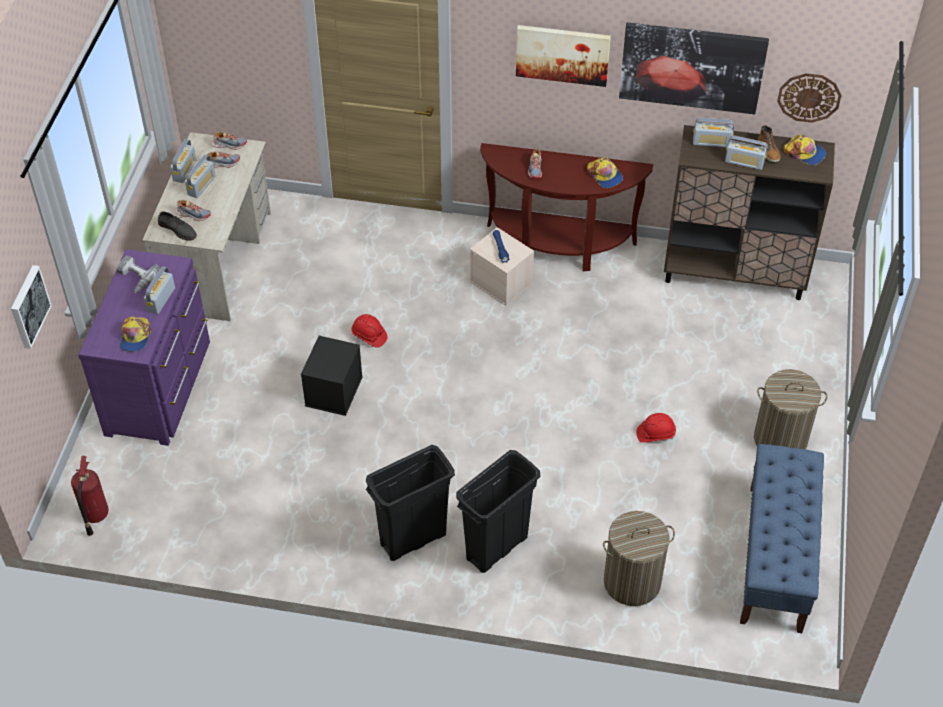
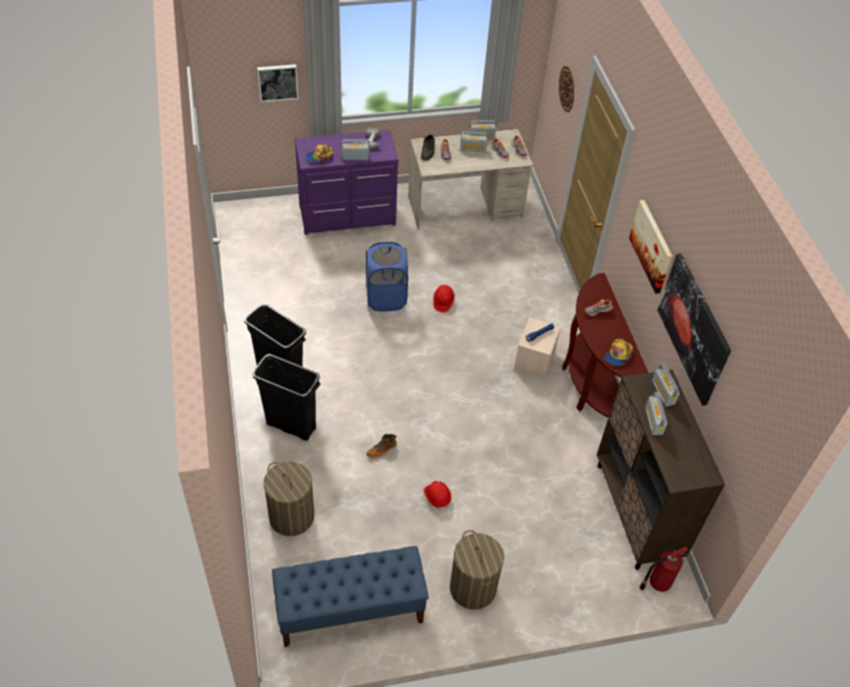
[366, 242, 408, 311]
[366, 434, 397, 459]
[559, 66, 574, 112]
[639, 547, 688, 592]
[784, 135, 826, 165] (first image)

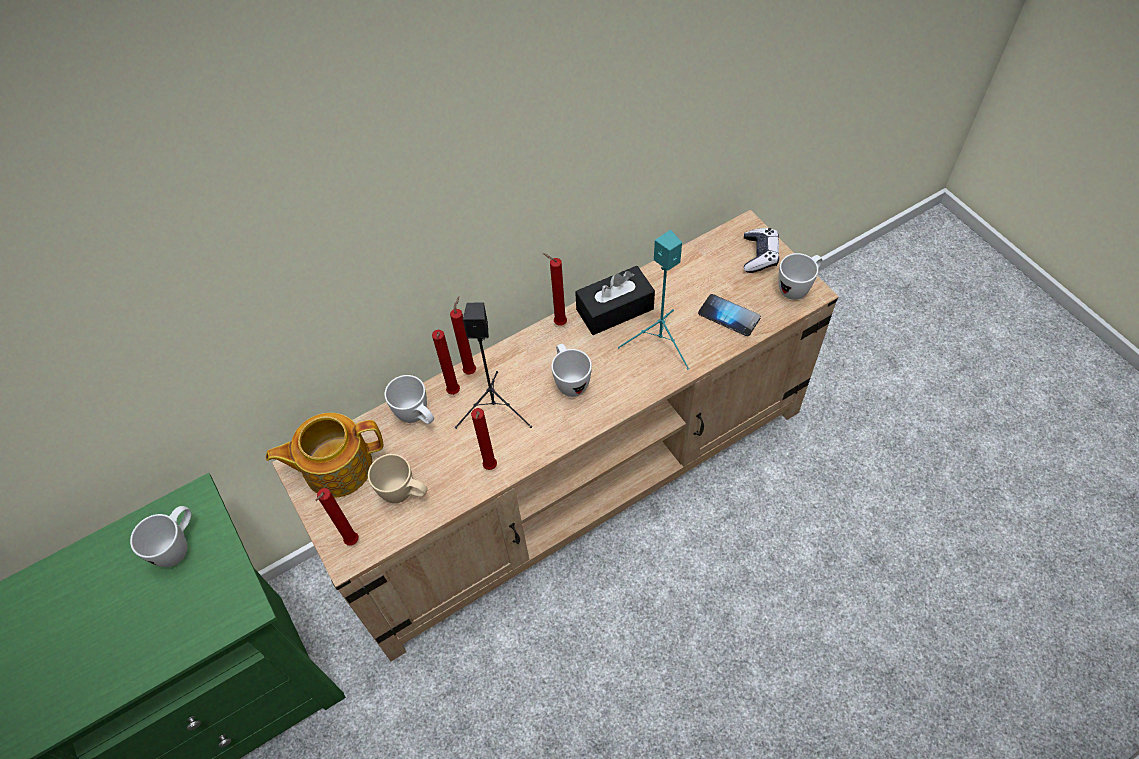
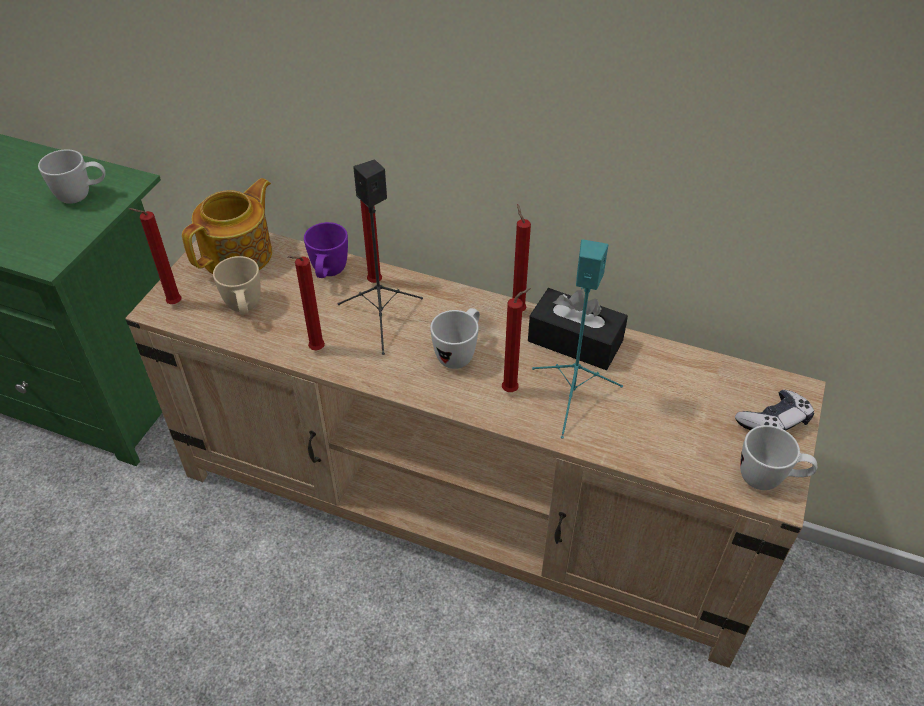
[182, 178, 272, 274]
[304, 222, 348, 278]
[502, 288, 531, 392]
[698, 294, 761, 336] (first image)

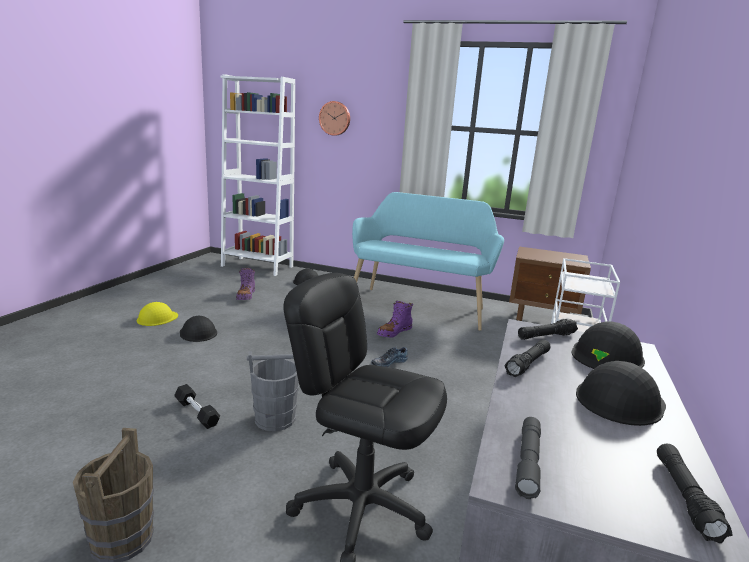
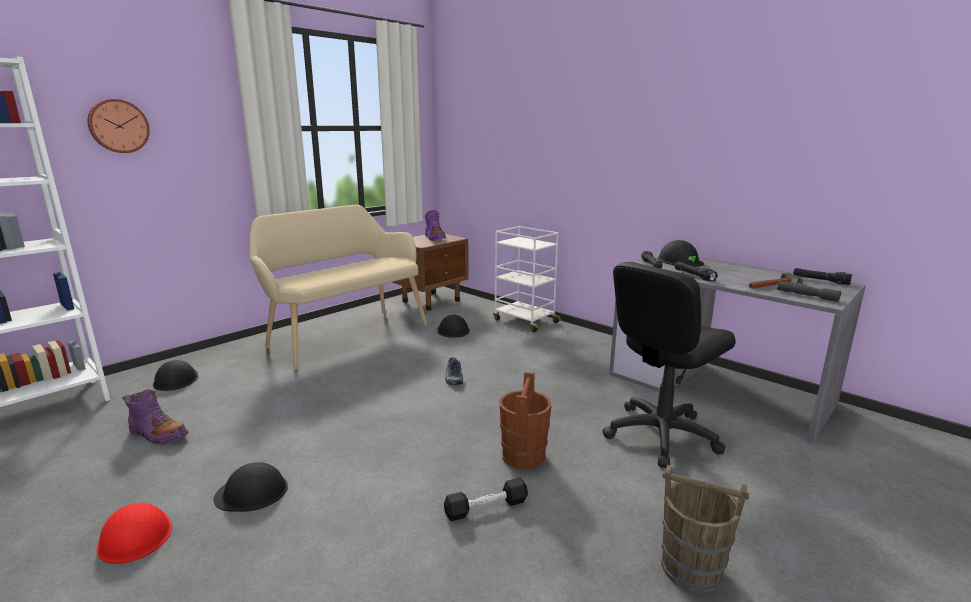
[97, 503, 172, 564]
[249, 205, 427, 370]
[424, 210, 446, 241]
[438, 315, 470, 338]
[499, 372, 552, 470]
[749, 273, 804, 289]

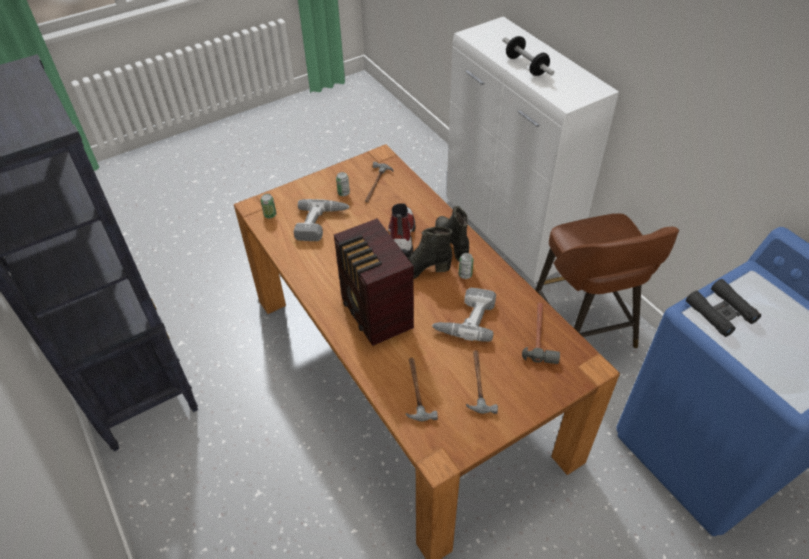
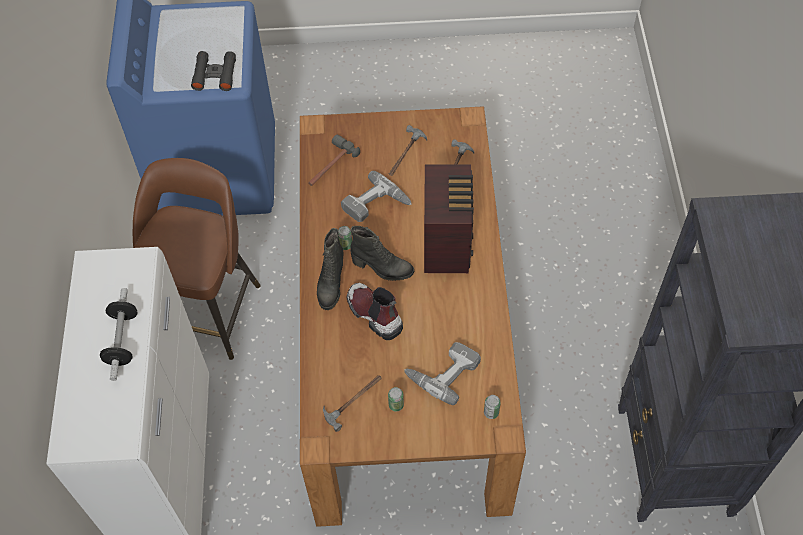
[346, 283, 403, 340]

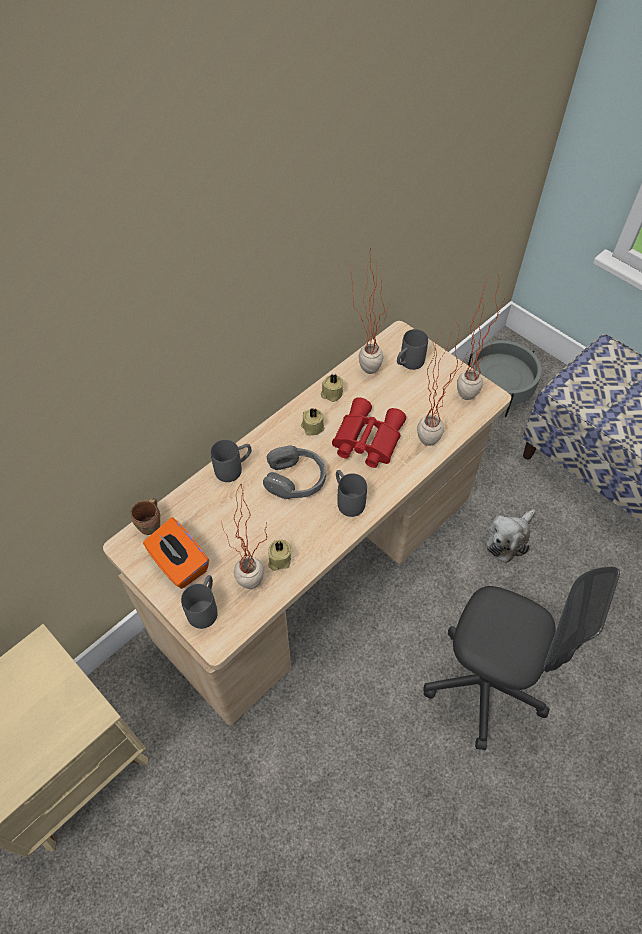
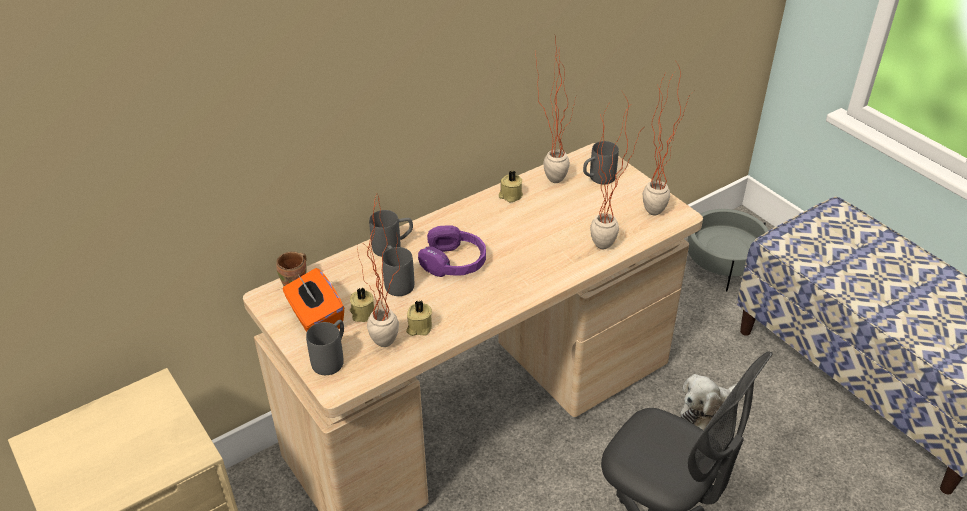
[350, 288, 374, 322]
[383, 245, 414, 296]
[418, 225, 486, 277]
[332, 397, 406, 468] (first image)

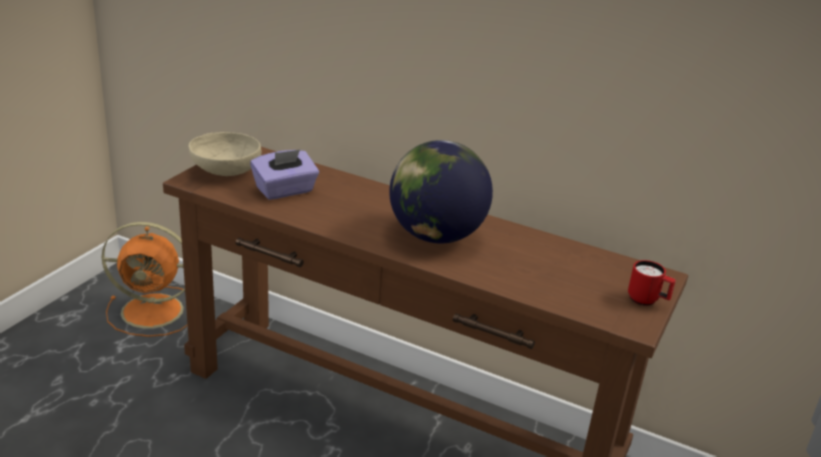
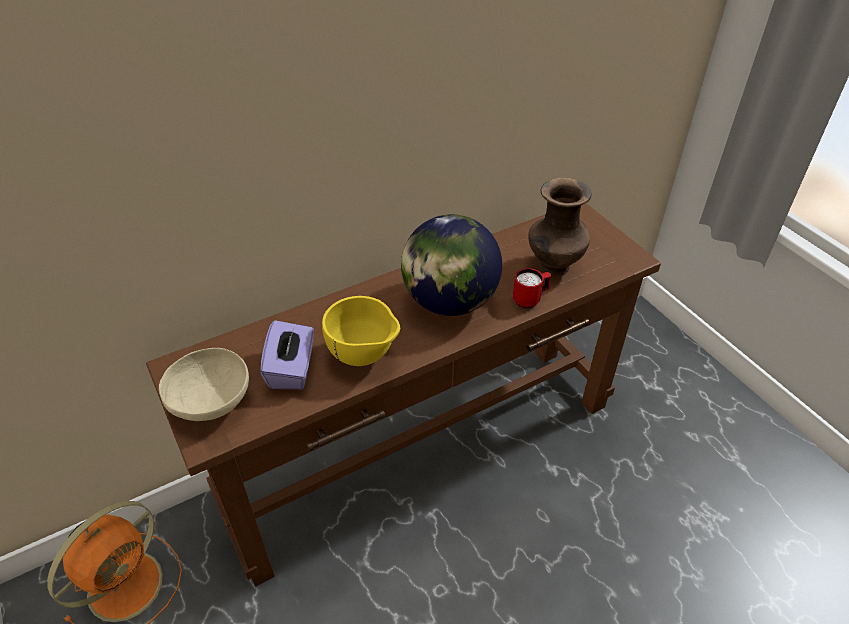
[322, 296, 400, 366]
[513, 268, 551, 308]
[528, 177, 591, 276]

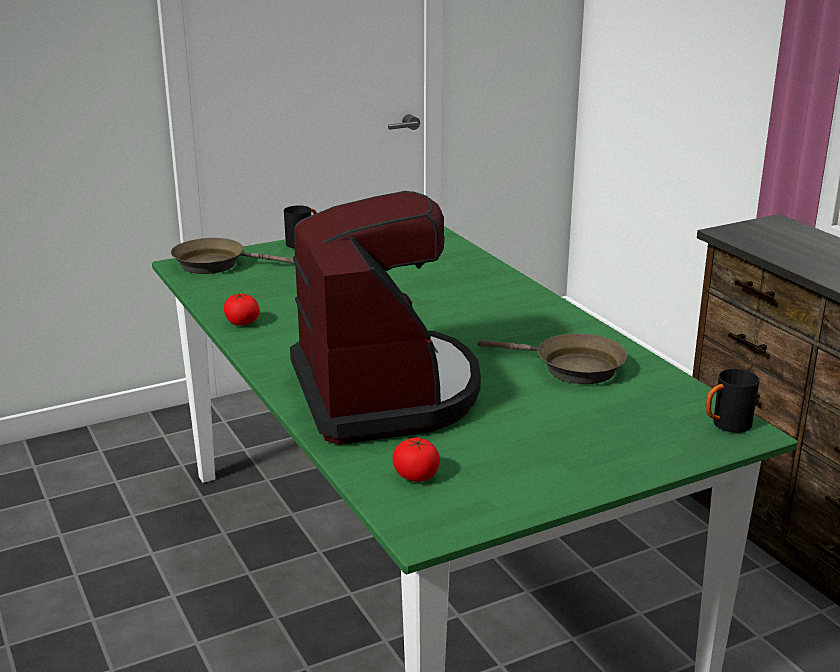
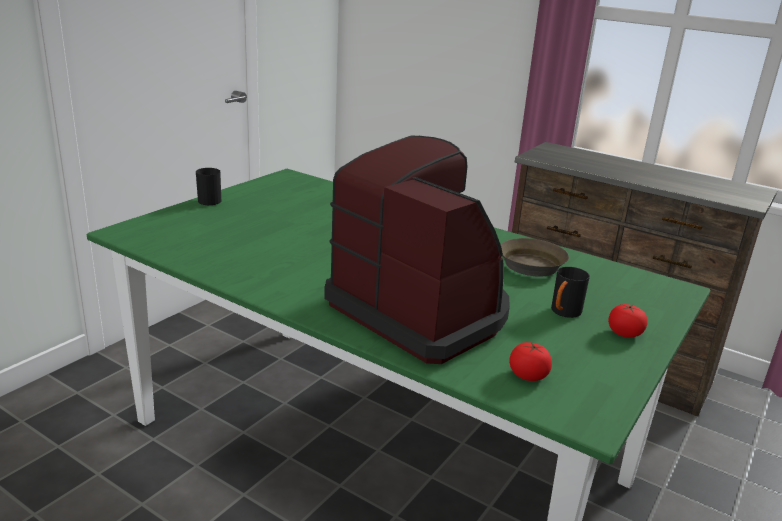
[551, 267, 590, 318]
[608, 304, 648, 338]
[171, 238, 295, 274] (first image)

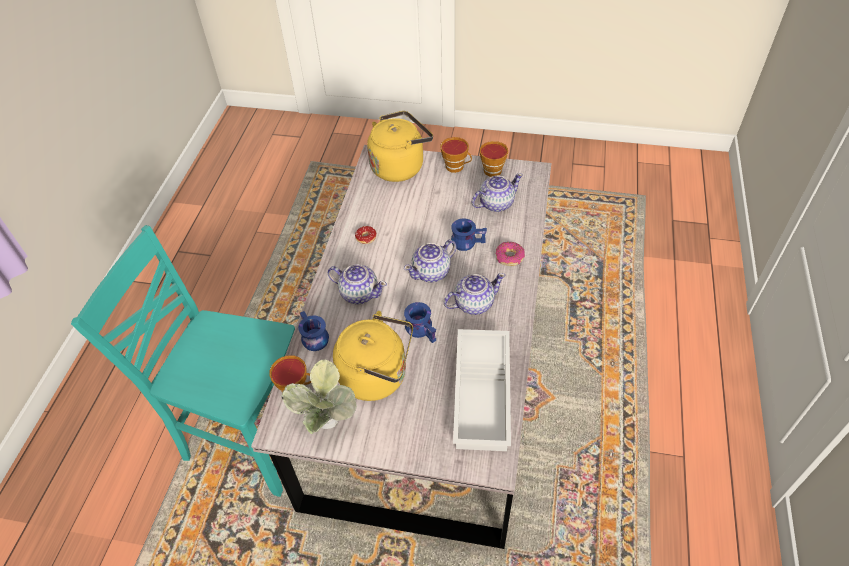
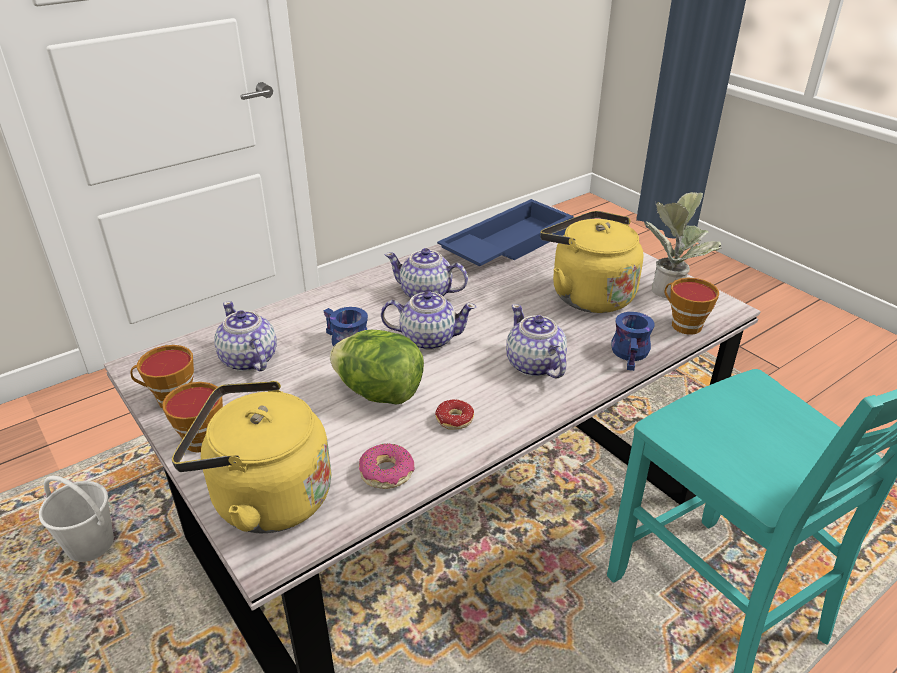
[39, 476, 114, 562]
[214, 301, 277, 372]
[330, 330, 424, 405]
[359, 444, 415, 489]
[437, 199, 574, 266]
[404, 302, 436, 343] (first image)

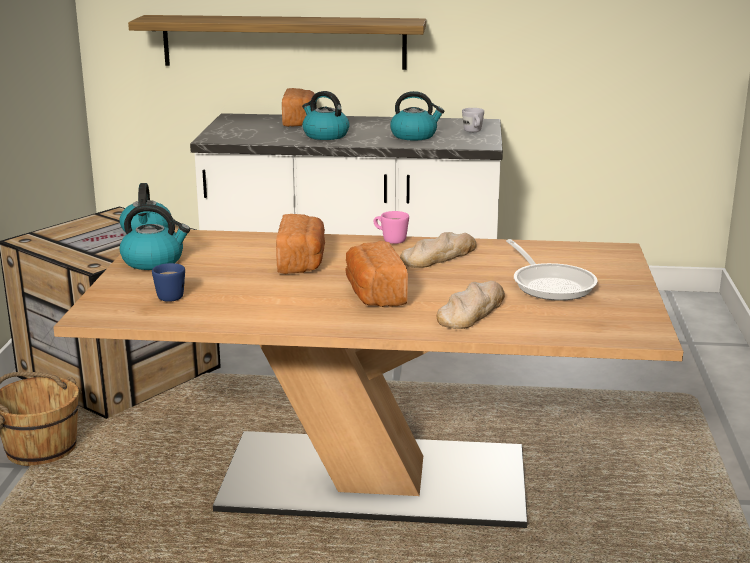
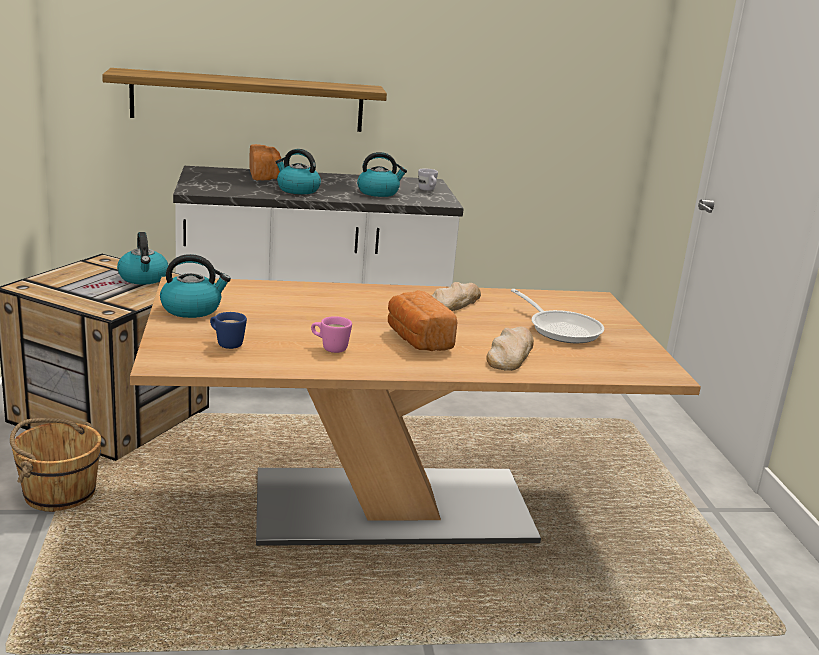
[311, 316, 352, 353]
[276, 214, 325, 274] (first image)

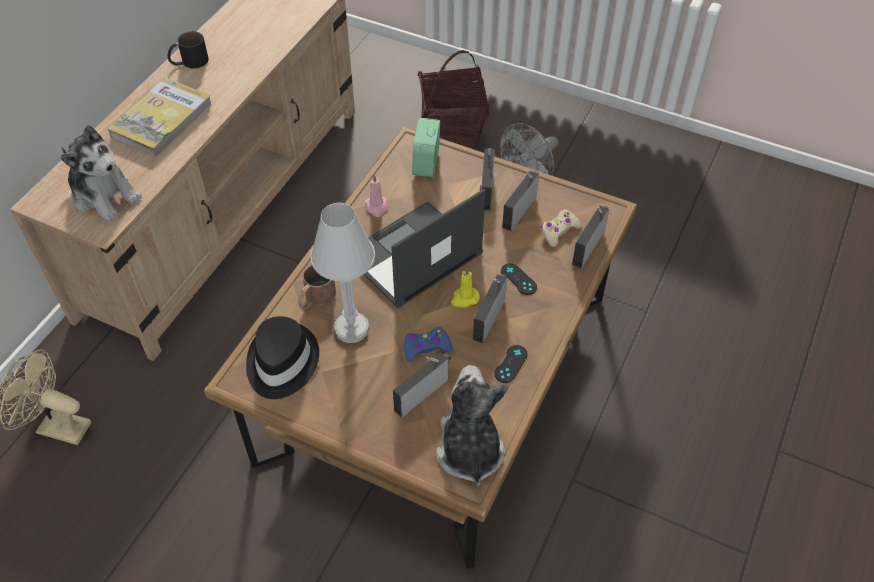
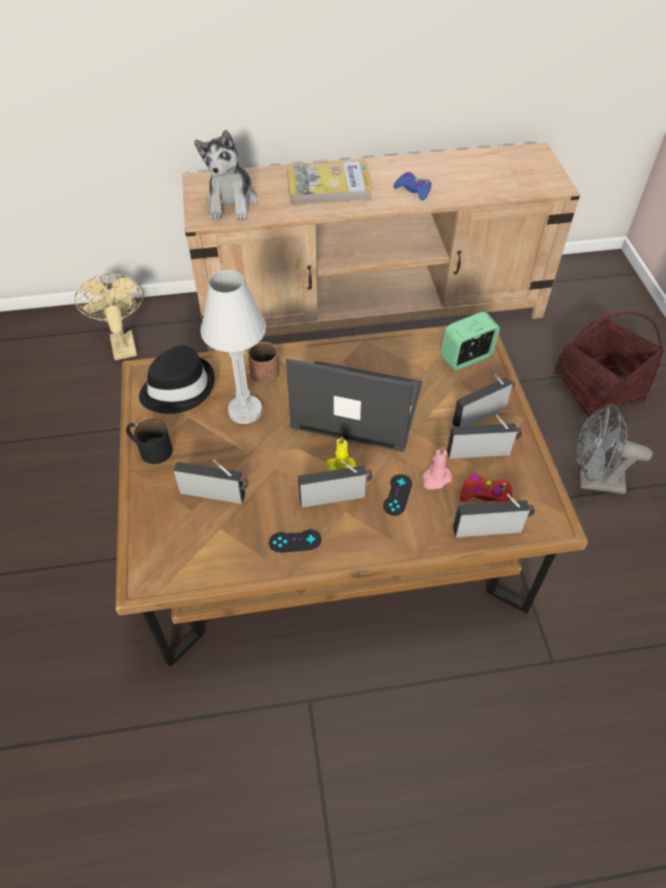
[126, 419, 173, 464]
[394, 172, 432, 200]
[423, 446, 452, 489]
[460, 474, 512, 502]
[436, 365, 509, 486] (first image)

